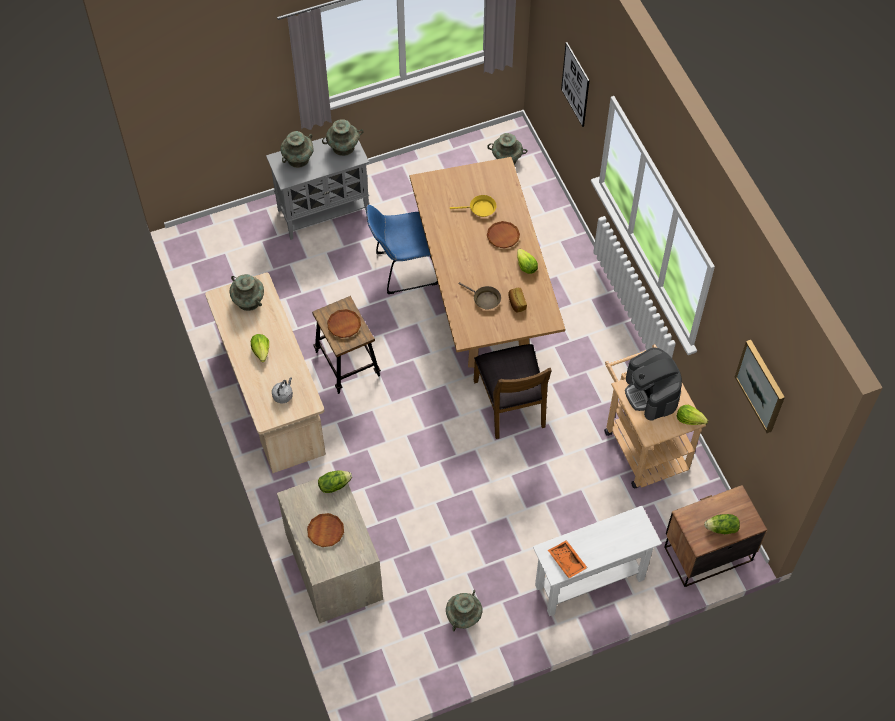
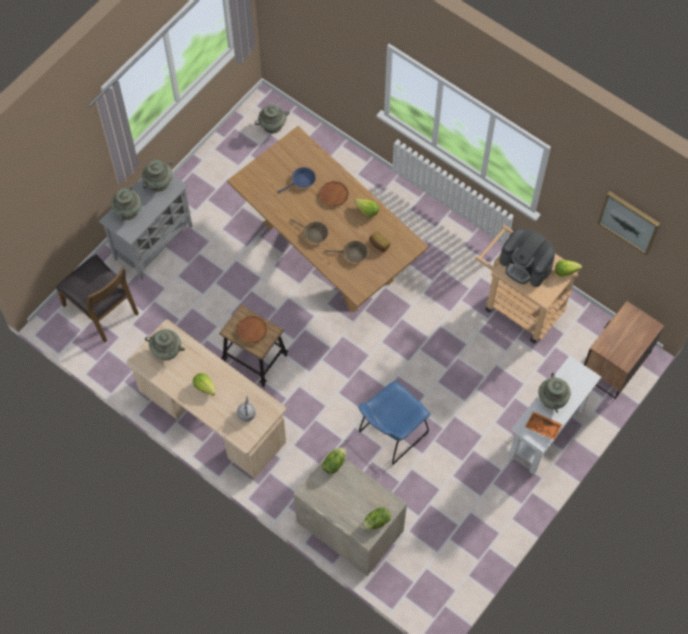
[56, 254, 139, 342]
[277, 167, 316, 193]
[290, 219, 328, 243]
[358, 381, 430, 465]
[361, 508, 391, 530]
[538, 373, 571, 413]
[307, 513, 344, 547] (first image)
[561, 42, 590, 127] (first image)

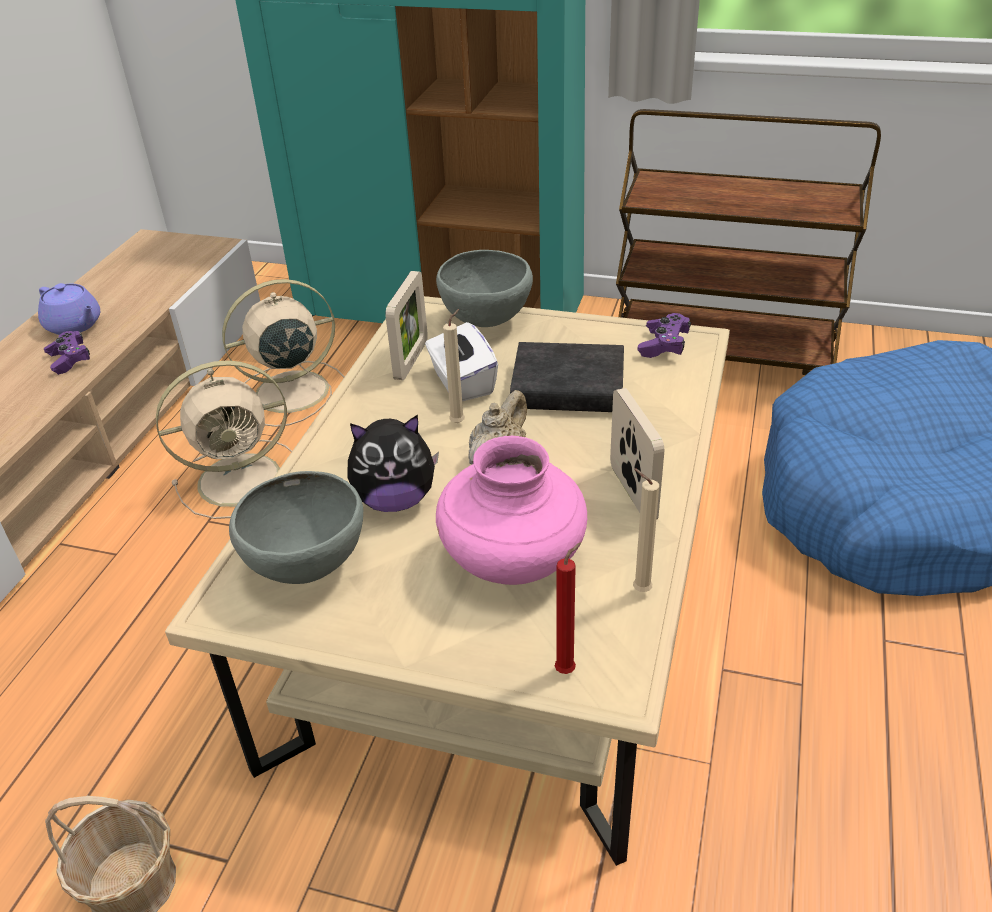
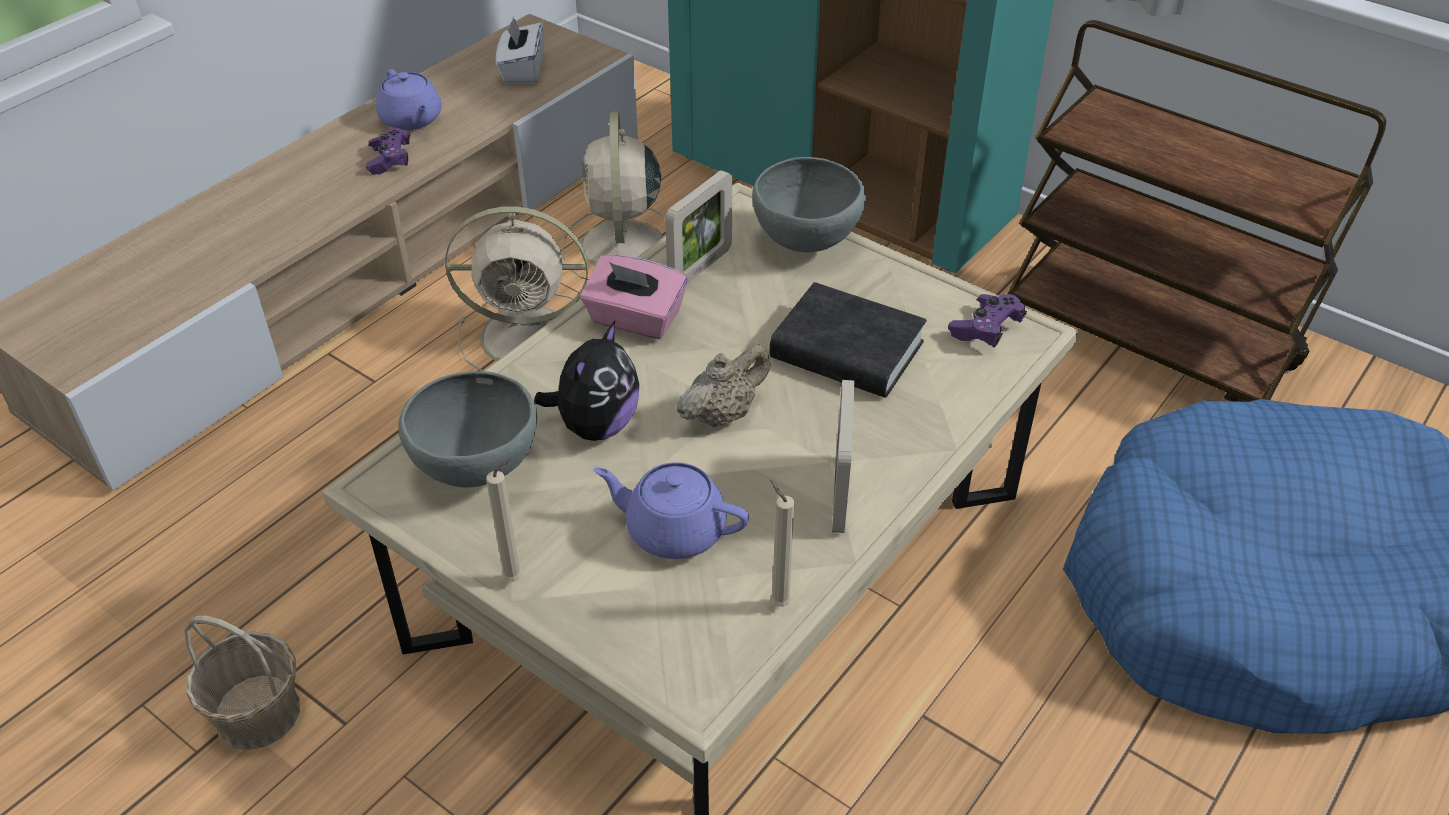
[486, 459, 522, 582]
[496, 16, 544, 83]
[534, 321, 639, 441]
[562, 111, 665, 280]
[580, 254, 687, 339]
[593, 462, 749, 559]
[555, 542, 581, 674] (first image)

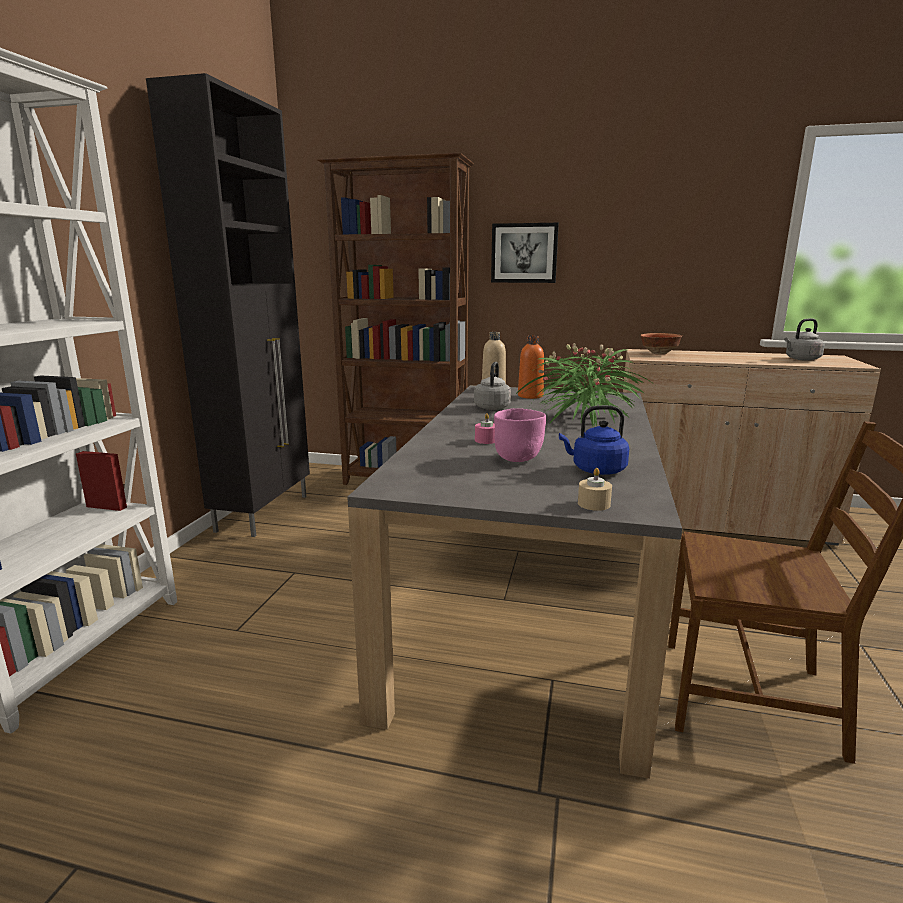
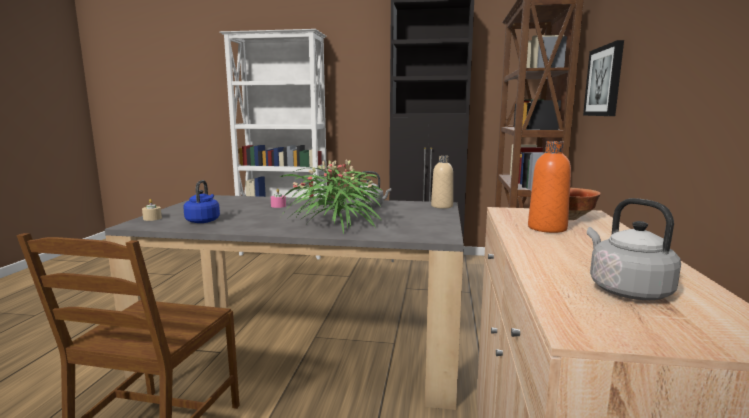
[528, 141, 571, 233]
[494, 408, 546, 462] (first image)

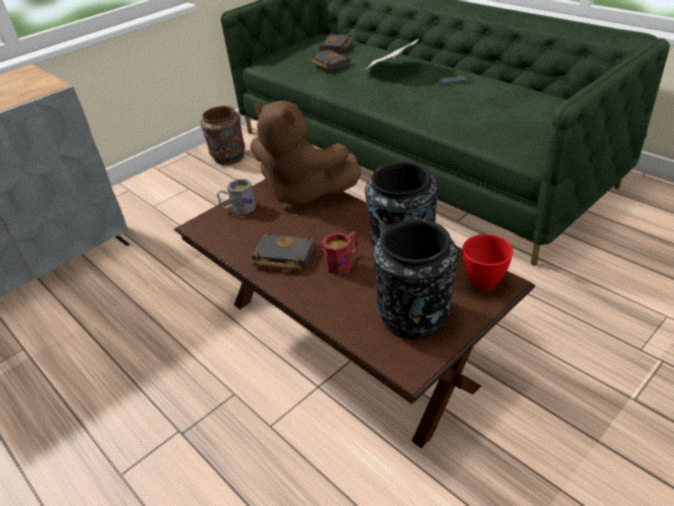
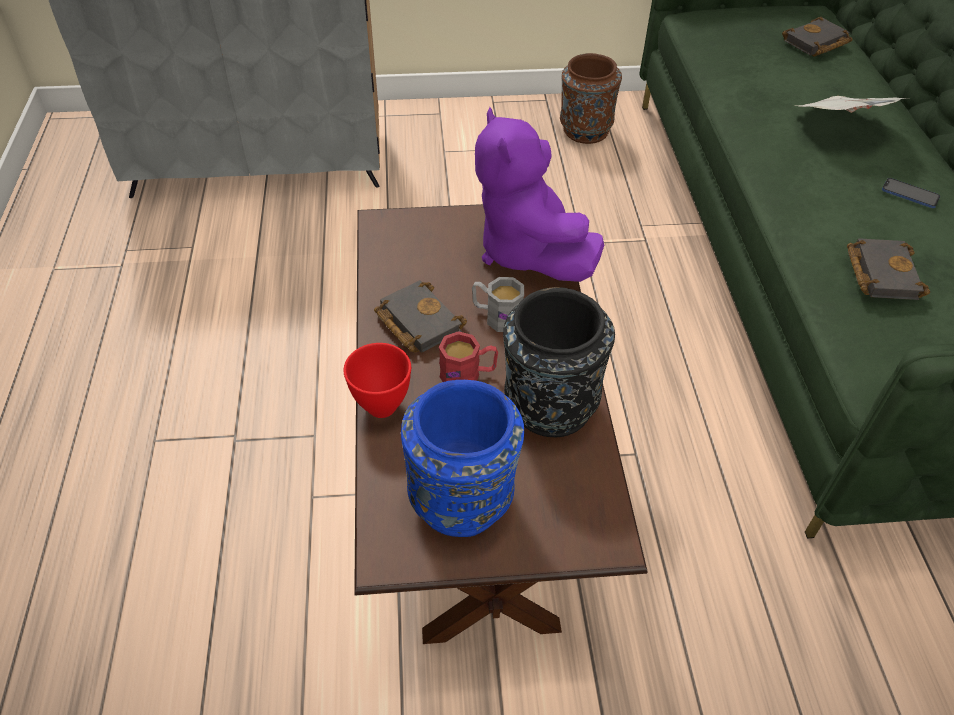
[344, 343, 411, 418]
[401, 380, 524, 537]
[472, 277, 524, 332]
[475, 107, 604, 282]
[847, 238, 930, 300]

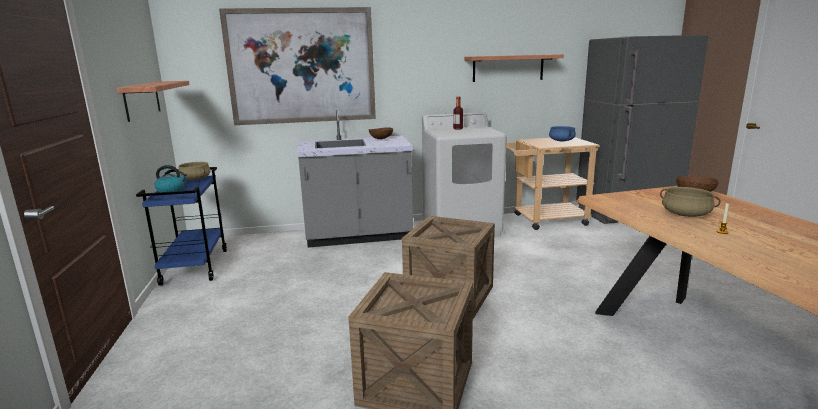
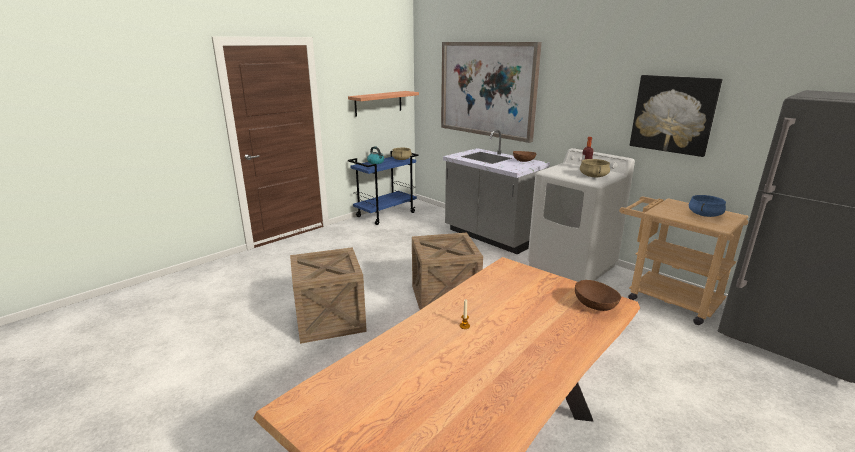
[580, 159, 610, 177]
[630, 75, 723, 157]

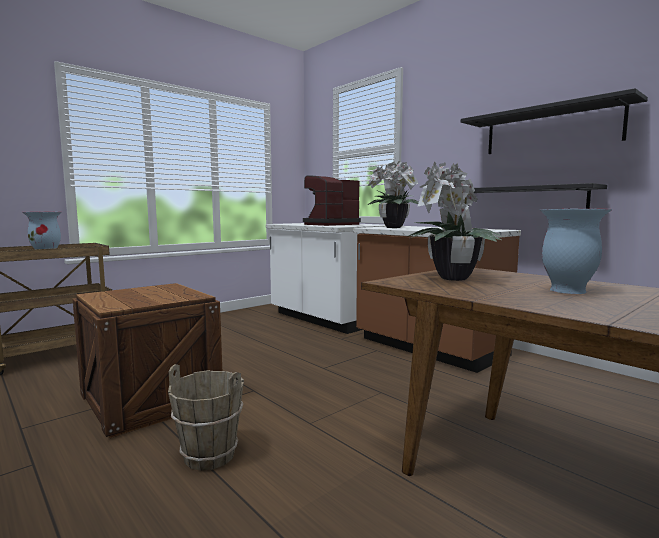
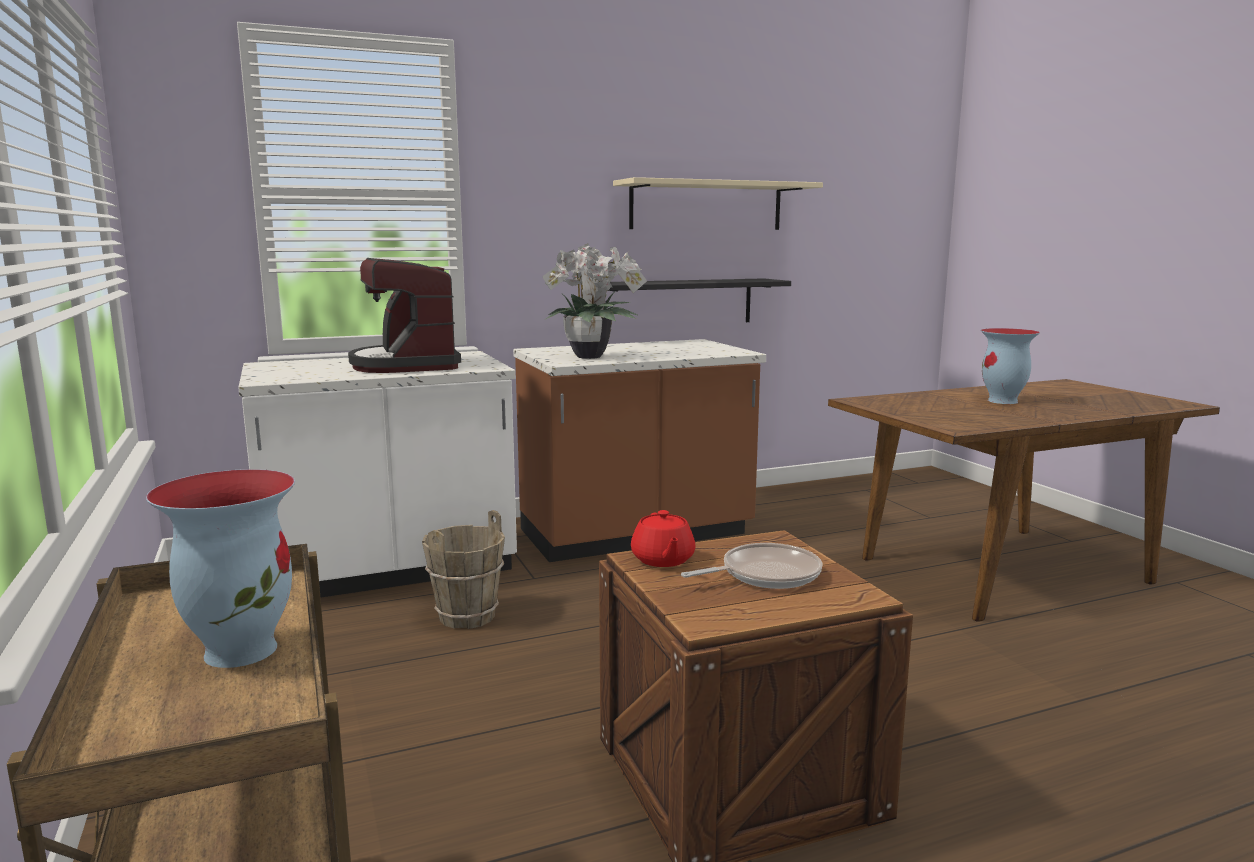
[422, 510, 505, 629]
[613, 177, 823, 230]
[631, 510, 696, 567]
[681, 543, 822, 589]
[406, 162, 503, 281] (first image)

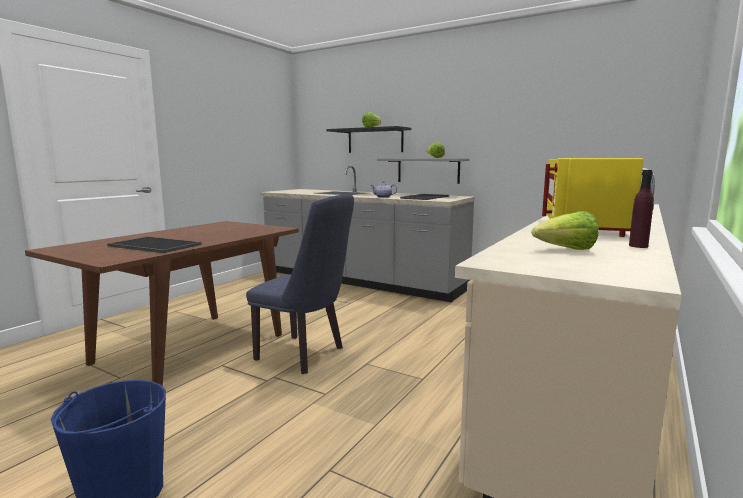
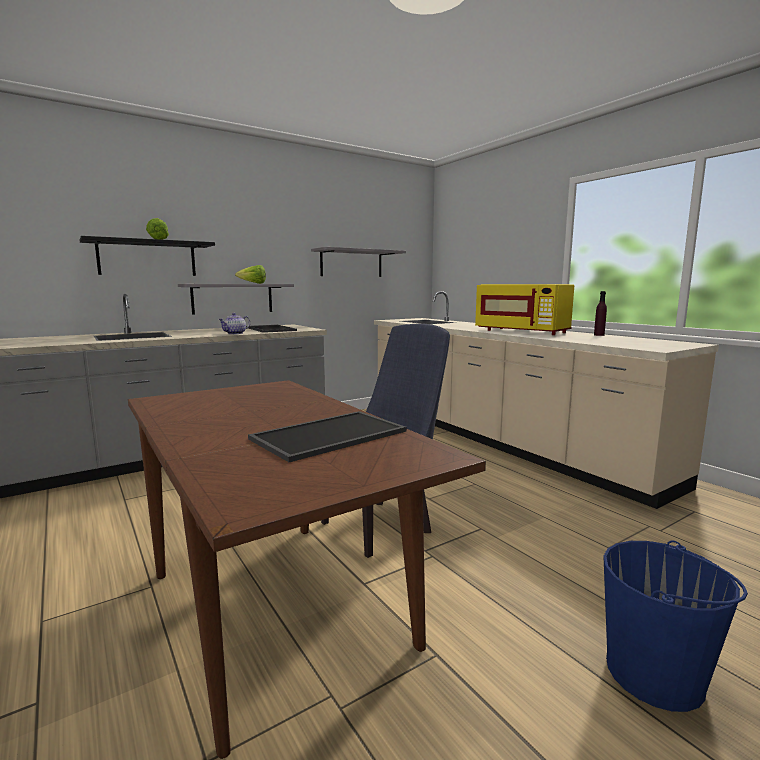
[311, 247, 406, 277]
[532, 211, 599, 250] (first image)

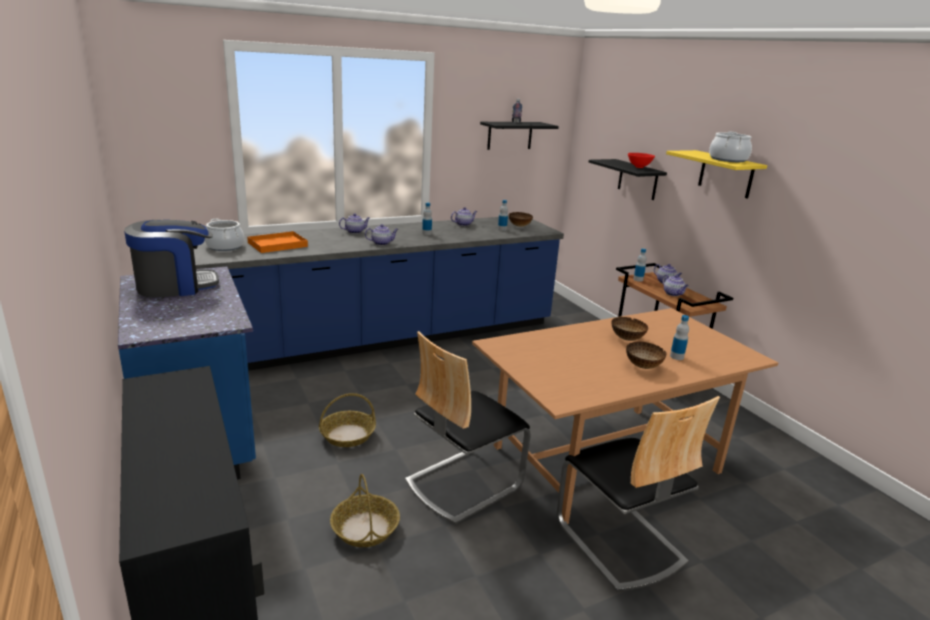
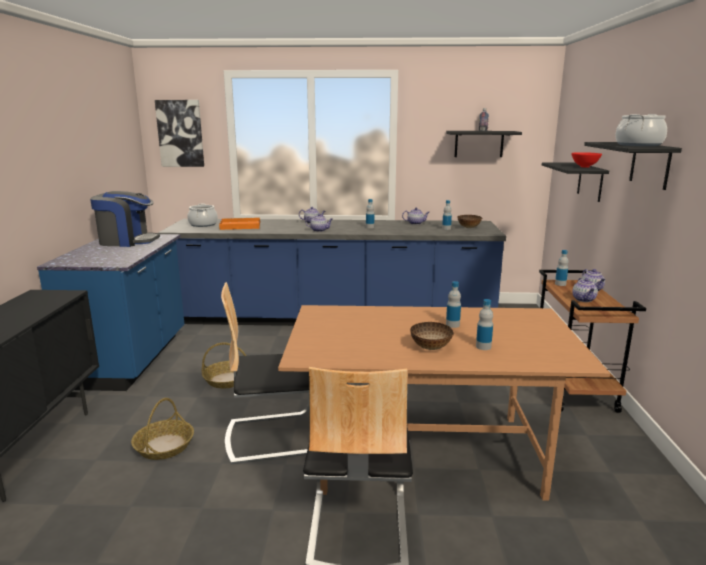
[155, 100, 204, 167]
[446, 281, 461, 328]
[584, 142, 682, 190]

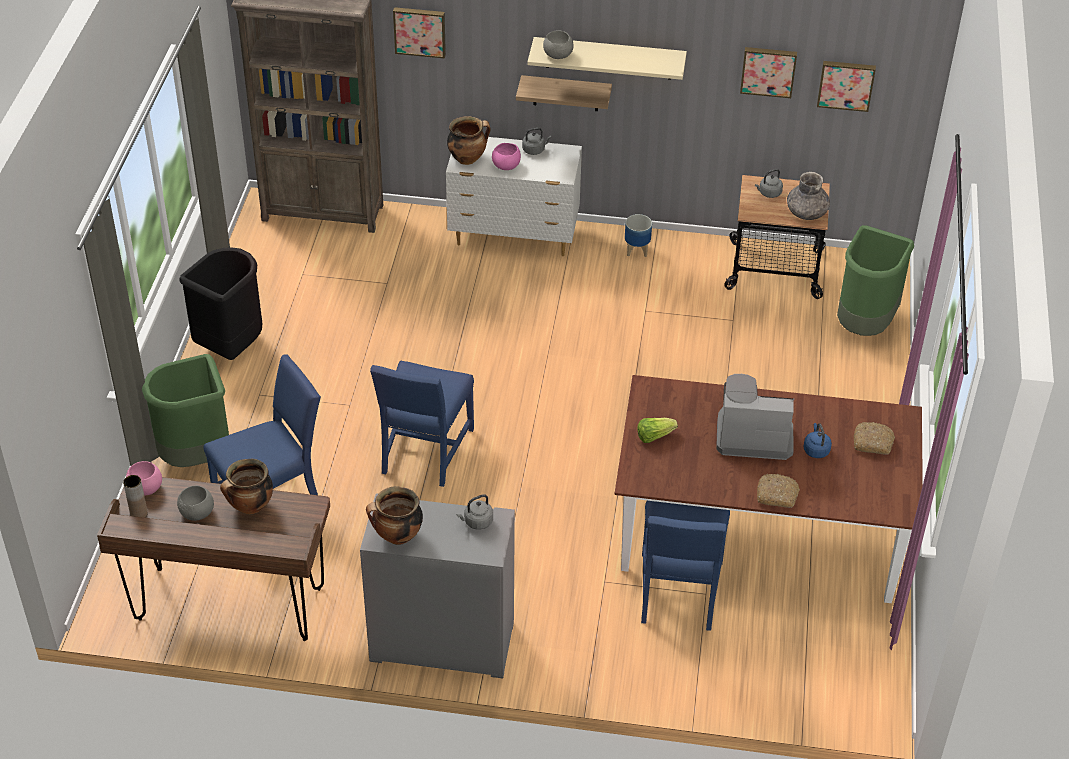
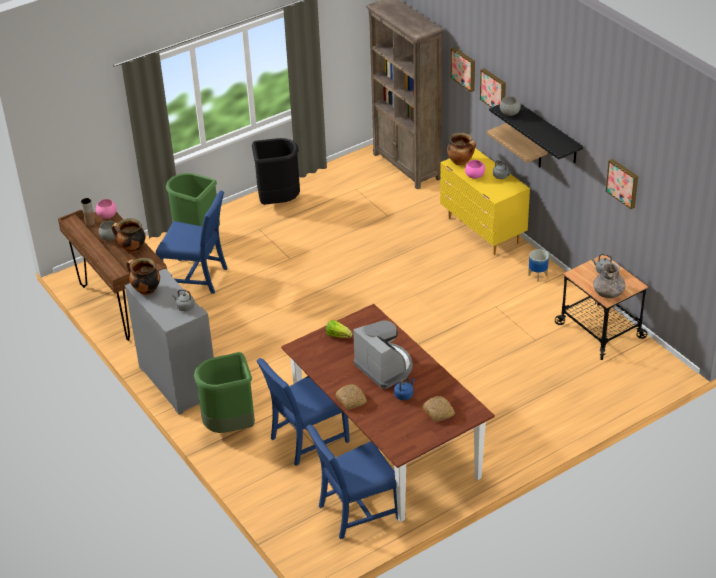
[194, 352, 255, 433]
[306, 424, 398, 539]
[440, 148, 530, 255]
[480, 68, 506, 107]
[489, 104, 583, 163]

